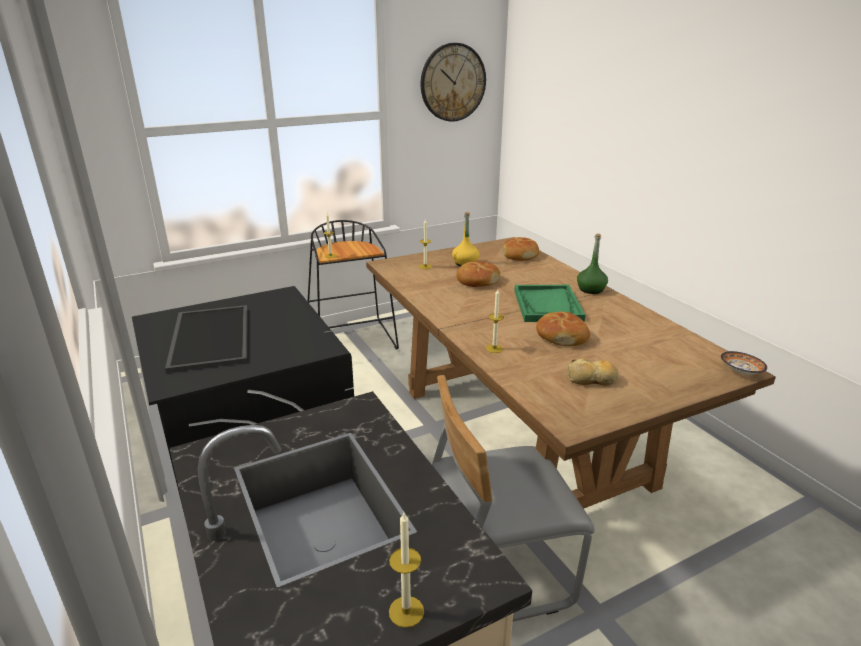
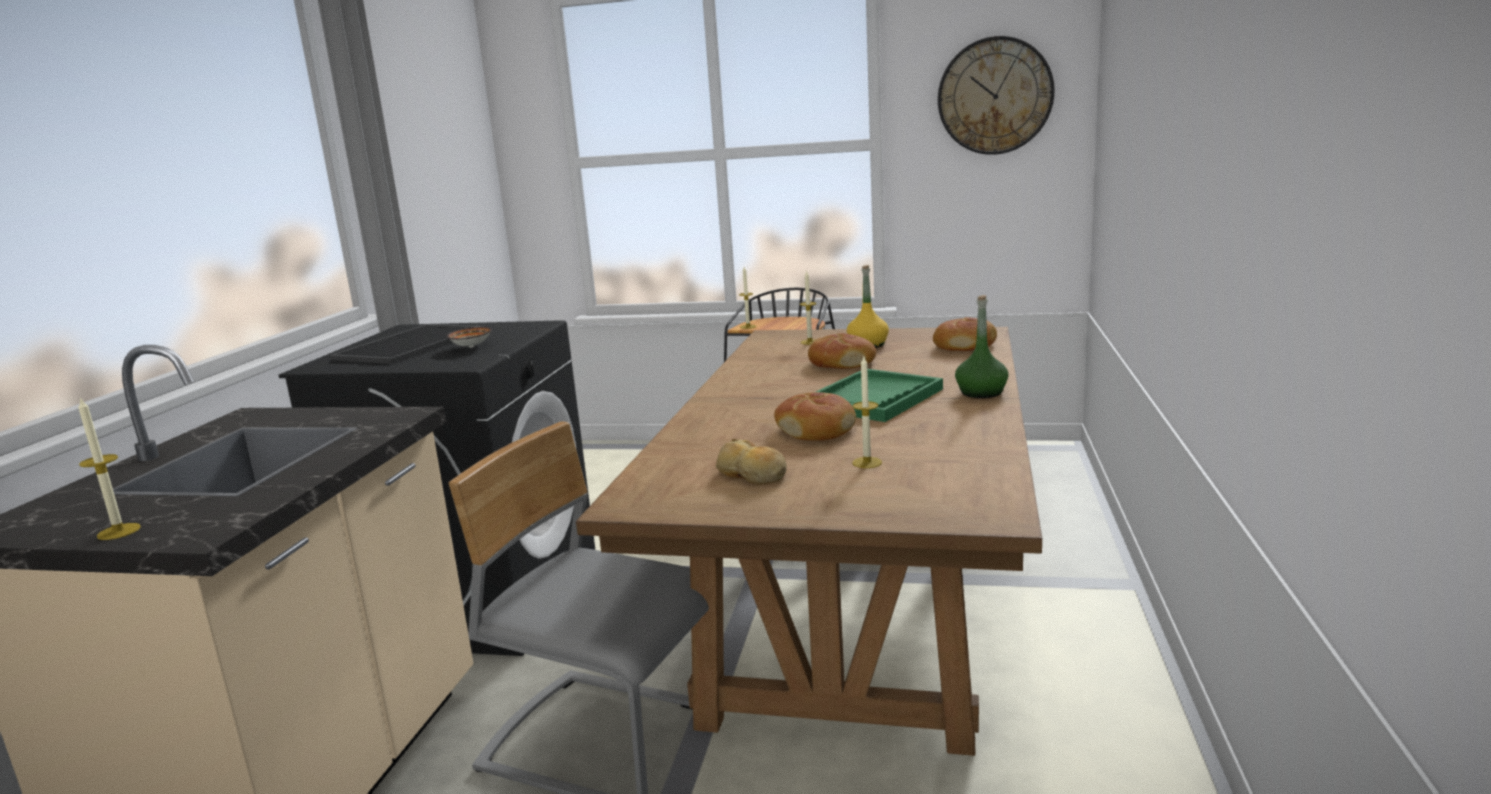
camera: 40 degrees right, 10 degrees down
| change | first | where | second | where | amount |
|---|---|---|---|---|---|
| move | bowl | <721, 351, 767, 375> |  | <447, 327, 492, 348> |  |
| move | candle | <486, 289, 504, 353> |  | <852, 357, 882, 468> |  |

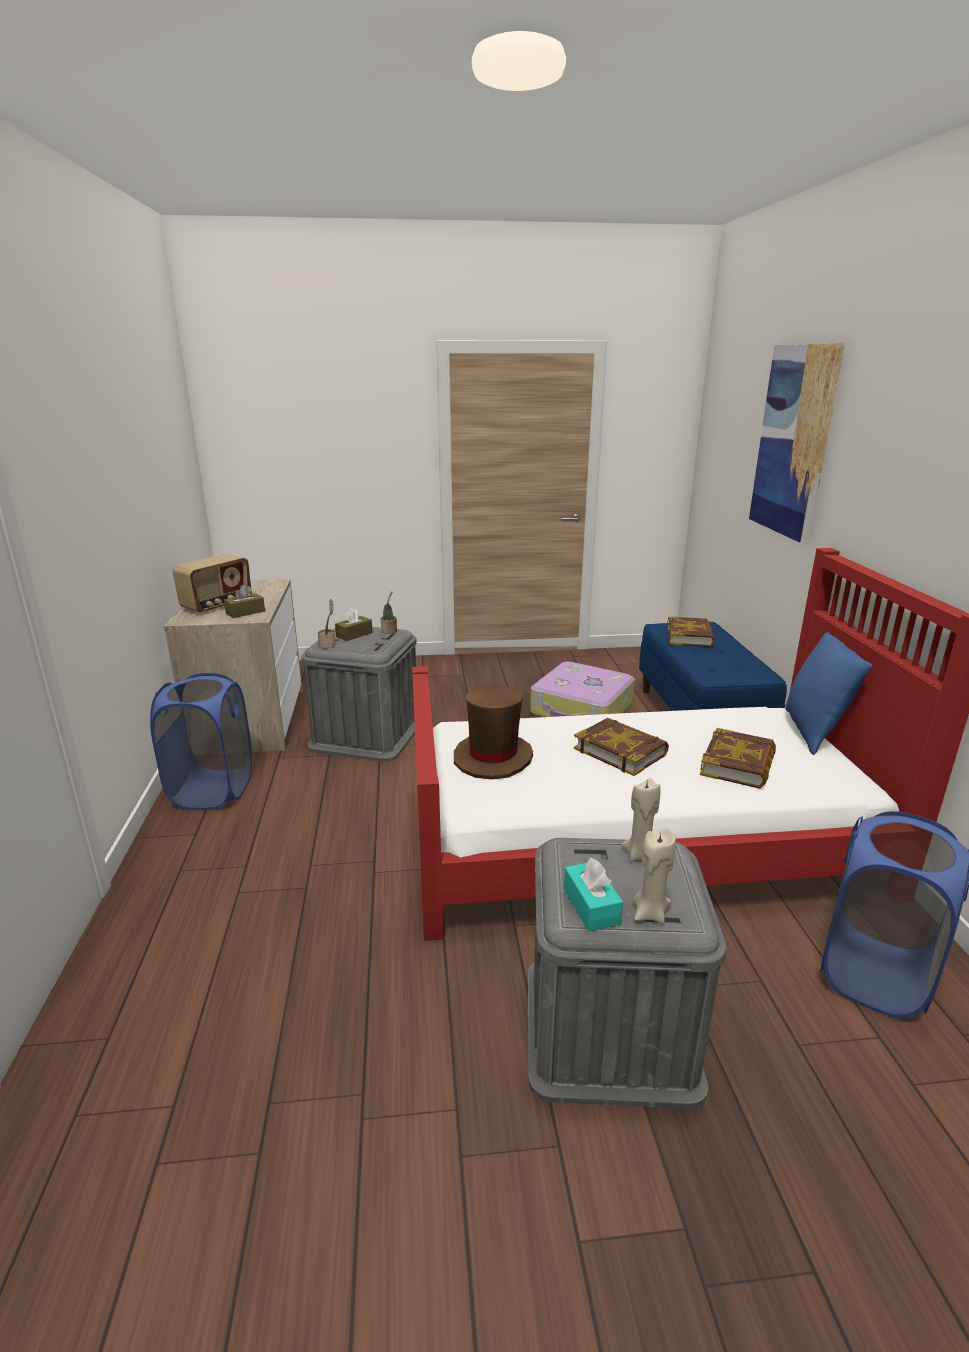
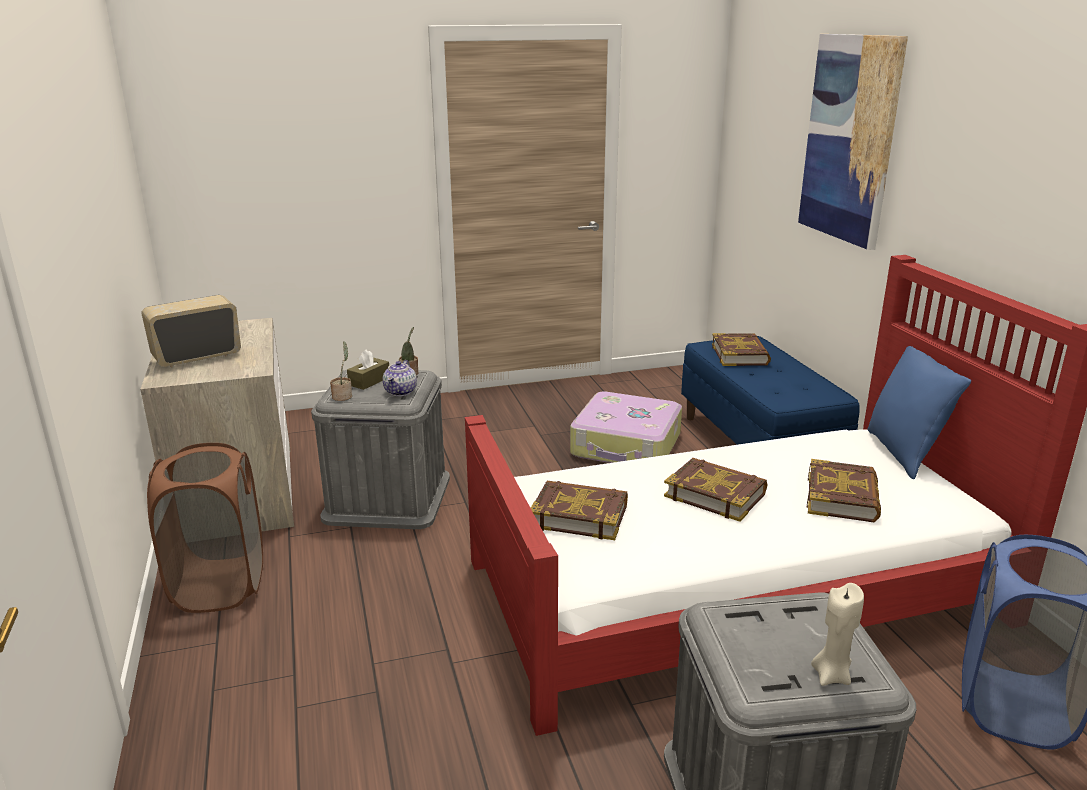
camera: 10 degrees left, 0 degrees up
| change | first | where | second | where | amount |
|---|---|---|---|---|---|
| rotate | radio | <173, 554, 252, 613> |  | <141, 295, 241, 367> | 150 degrees counterclockwise |
| recolor | blue laundry basket | <150, 673, 252, 810> | brown laundry basket | <147, 443, 263, 613> |  |
| insert |  |  | teapot | <383, 360, 417, 396> |  |
| replace | brown hat | <454, 685, 533, 779> | book | <531, 481, 628, 540> |  |
| delete | brown tissue box | <224, 585, 265, 618> |  |  |  |
| delete | turquoise tissue box | <564, 857, 623, 932> |  |  |  |
| delete | beige candle | <621, 778, 661, 862> |  |  |  |

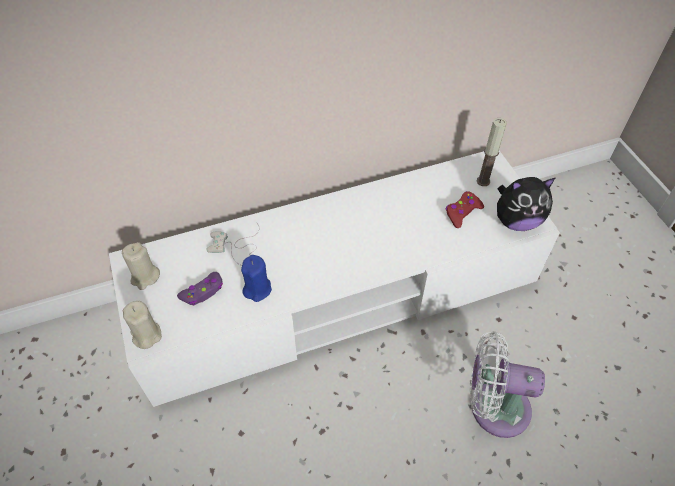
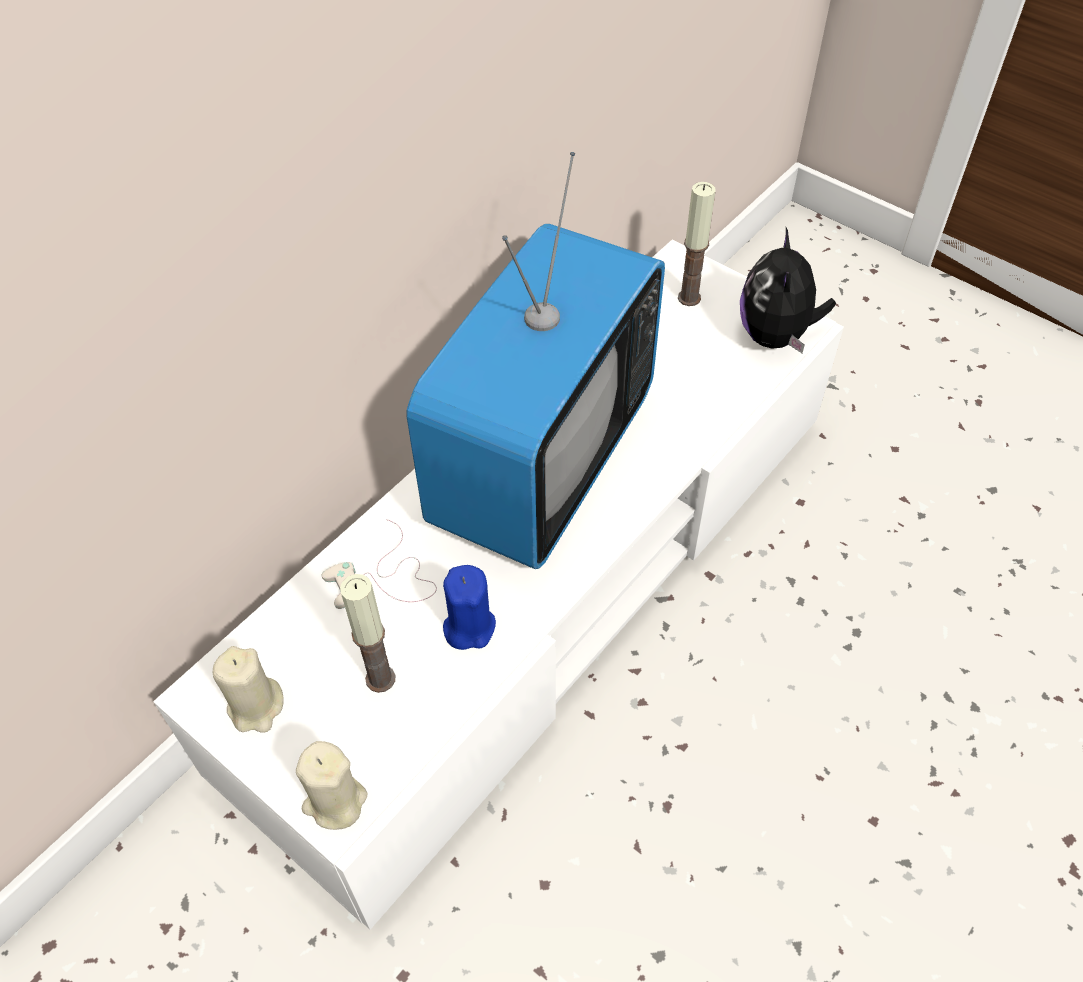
camera: 30 degrees left, 0 degrees up
| change | first | where | second | where | amount |
|---|---|---|---|---|---|
| replace | purple game controller | <177, 272, 223, 305> | candle | <340, 574, 396, 693> |  |
| insert |  |  | television | <406, 152, 665, 569> |  |
| rotate | plush toy | <497, 177, 555, 231> |  | <740, 228, 836, 353> | 135 degrees clockwise |
| delete | red game controller | <446, 191, 484, 228> |  |  |  |
| delete | white fan | <470, 331, 545, 438> |  |  |  |

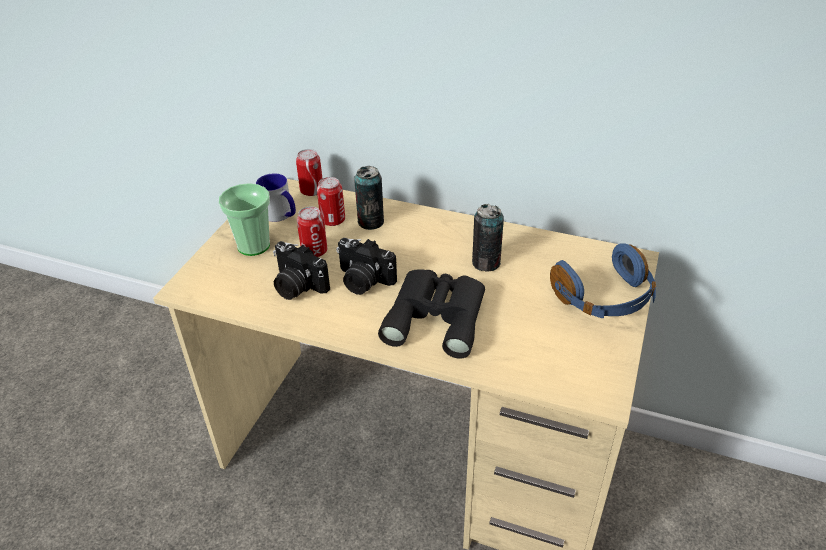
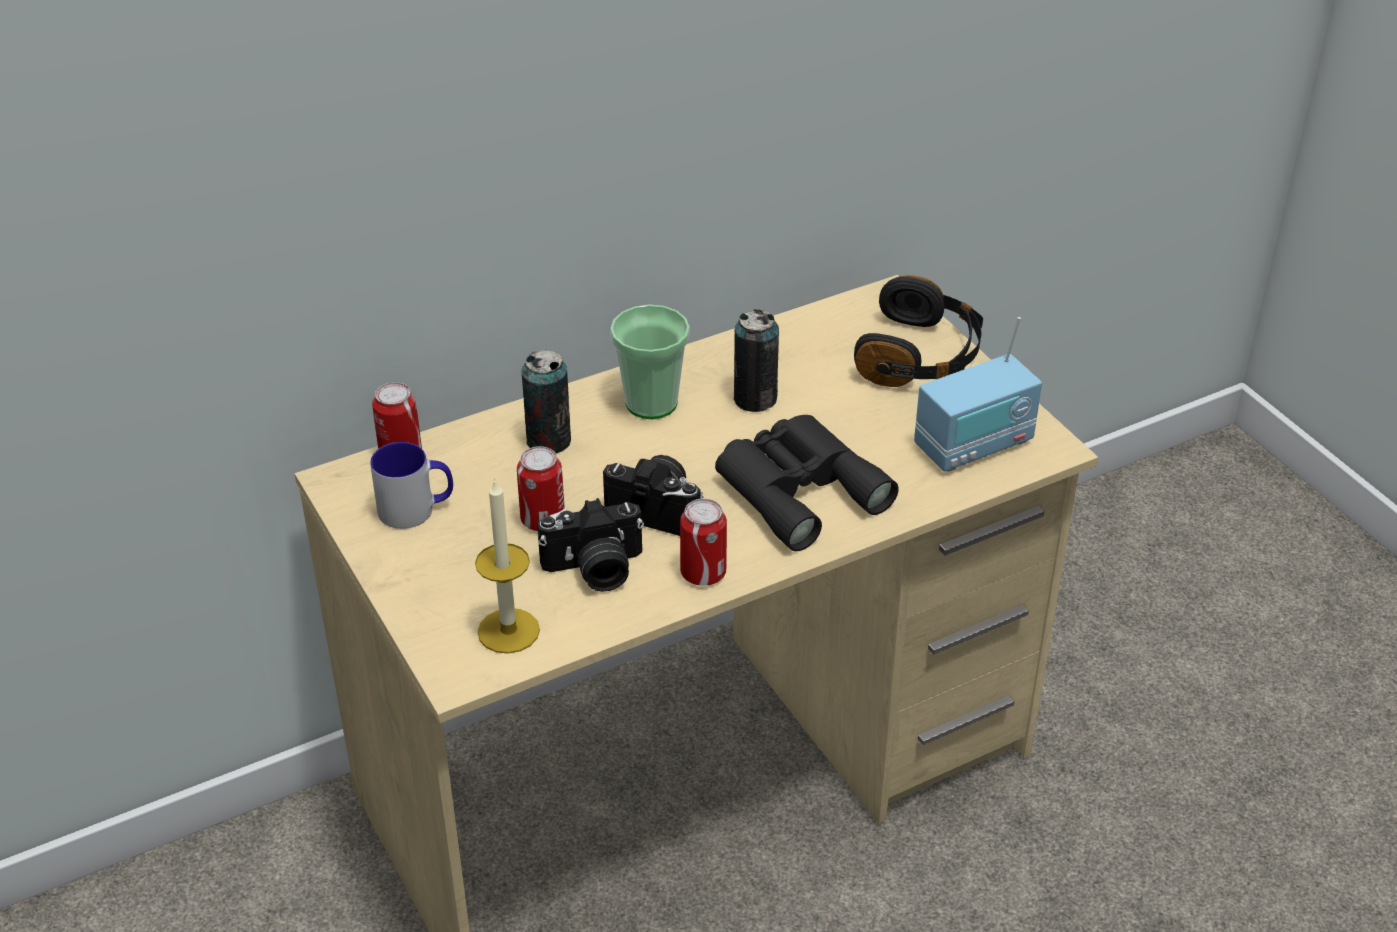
camera: 50 degrees left, 0 degrees up
| change | first | where | second | where | amount |
|---|---|---|---|---|---|
| insert |  |  | candle | <475, 478, 540, 654> |  |
| rotate | photo camera | <336, 238, 397, 295> |  | <603, 455, 704, 536> | 135 degrees counterclockwise |
| move | cup | <219, 183, 270, 256> |  | <610, 304, 690, 419> |  |
| move | can | <317, 177, 345, 226> |  | <680, 499, 727, 586> |  |
| recolor | blue headphones | <550, 243, 656, 318> | black headphones | <854, 275, 983, 387> |  |
| insert |  |  | radio | <914, 317, 1042, 472> |  |

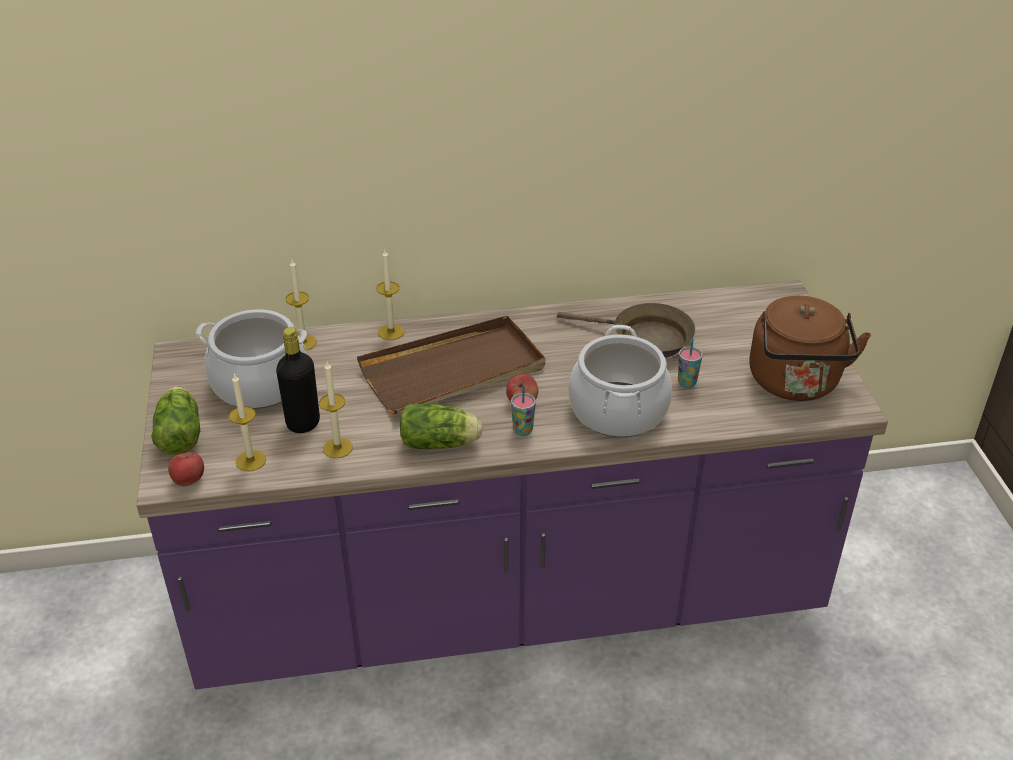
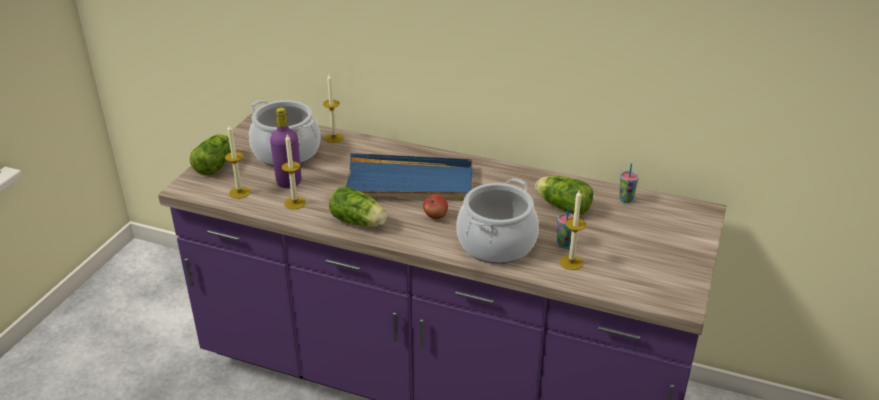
camera: 30 degrees right, 5 degrees down
| change | first | where | second | where | amount |
|---|---|---|---|---|---|
| recolor | black bottle | <276, 327, 320, 433> | purple bottle | <270, 107, 301, 188> |  |
| recolor | brown tray | <357, 316, 545, 414> | blue tray | <346, 153, 472, 201> |  |
| replace | brown frying pan | <557, 303, 695, 358> | lettuce | <535, 175, 593, 215> |  |
| move | candle | <376, 250, 404, 340> |  | <560, 189, 586, 270> |  |
| move | cup | <511, 385, 536, 436> |  | <619, 163, 639, 203> |  |
| delete | apple | <168, 452, 204, 486> |  |  |  |
| delete | brown kettle | <749, 296, 871, 401> |  |  |  |

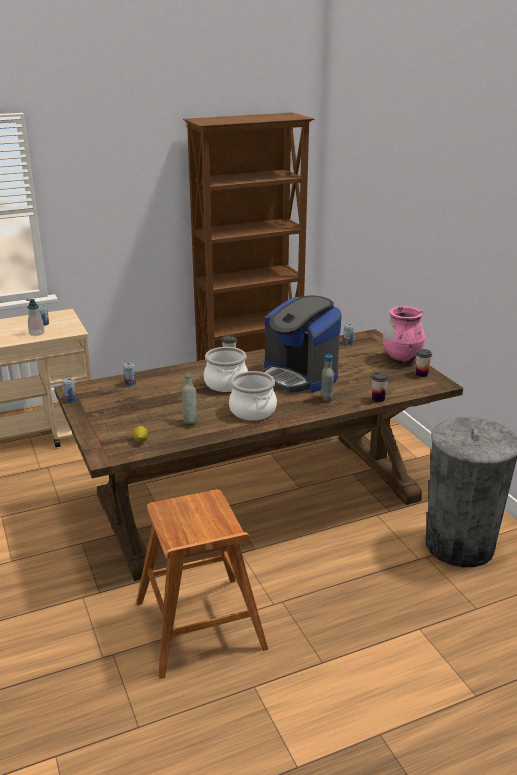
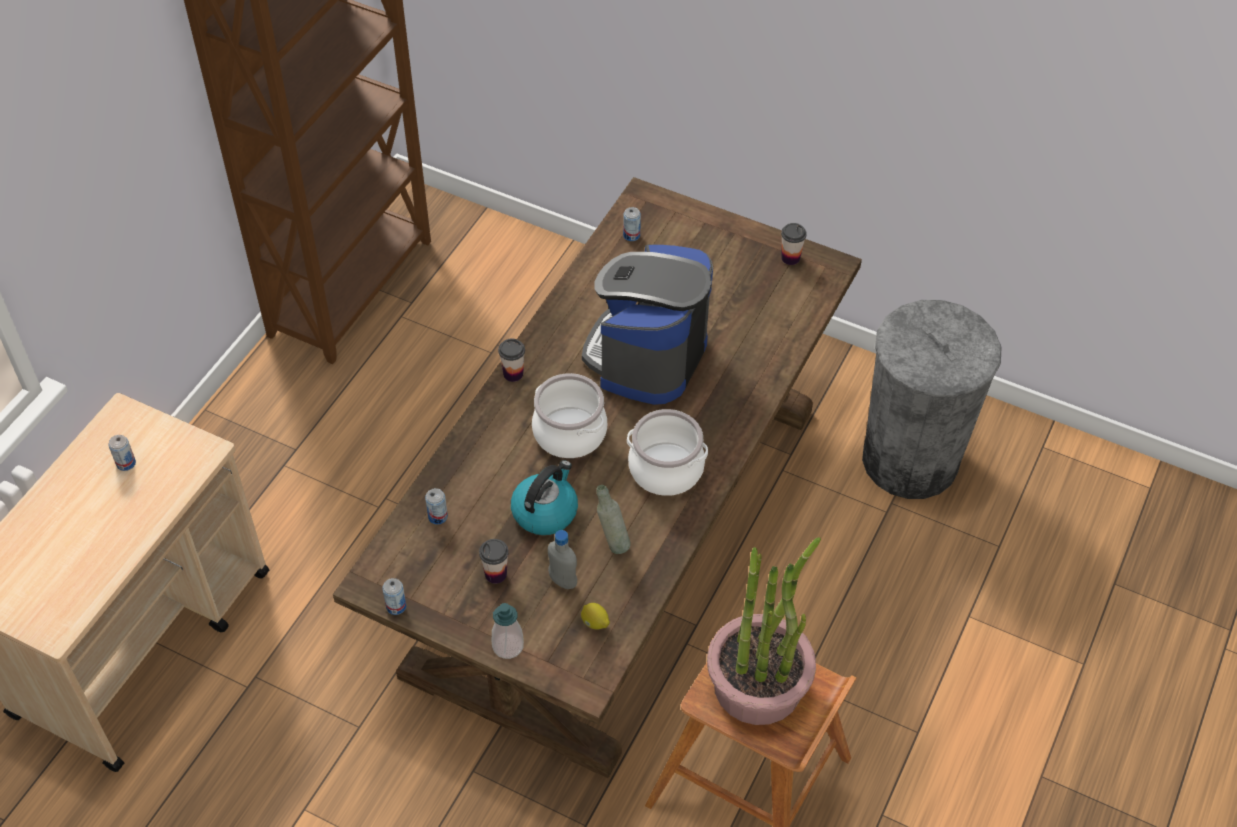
camera: 40 degrees left, 25 degrees up
| change | first | where | second | where | amount |
|---|---|---|---|---|---|
| move | cup | <372, 372, 389, 402> |  | <479, 539, 509, 584> |  |
| move | soap dispenser | <26, 299, 45, 336> |  | <492, 603, 524, 659> |  |
| insert |  |  | kettle | <511, 460, 578, 535> |  |
| move | grey bottle | <321, 354, 334, 402> |  | <548, 530, 577, 589> |  |
| rotate | coffee machine | <261, 296, 342, 393> |  | <582, 244, 713, 405> | 105 degrees clockwise |
| insert |  |  | potted plant | <707, 537, 821, 725> |  |
| delete | pink vase | <383, 306, 425, 364> |  |  |  |

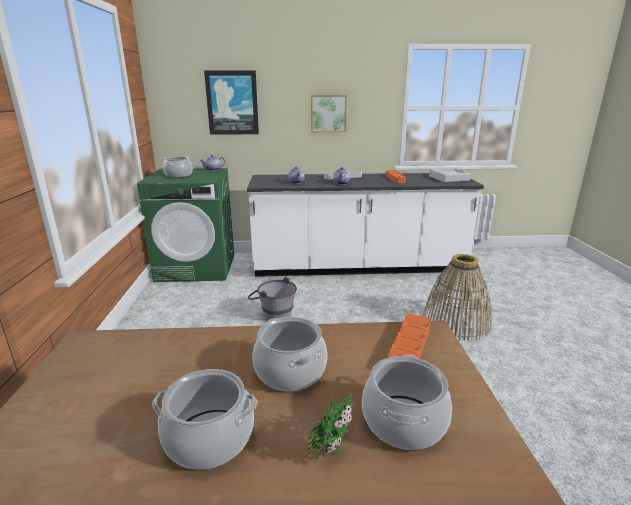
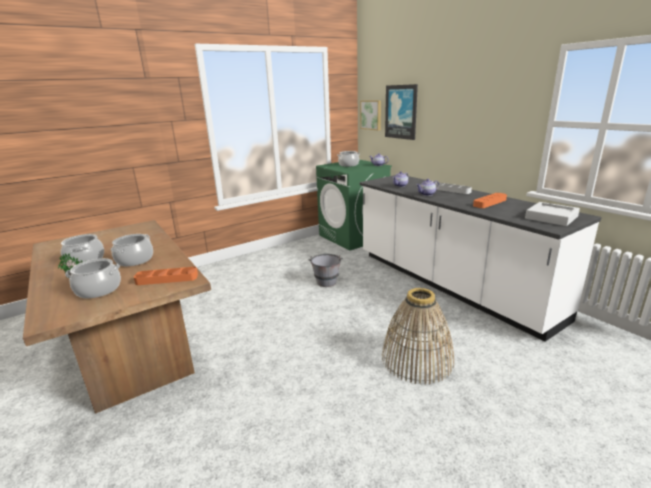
camera: 60 degrees right, 0 degrees up
| change | first | where | second | where | amount |
|---|---|---|---|---|---|
| move | picture | <311, 95, 347, 132> |  | <360, 100, 381, 130> |  |

